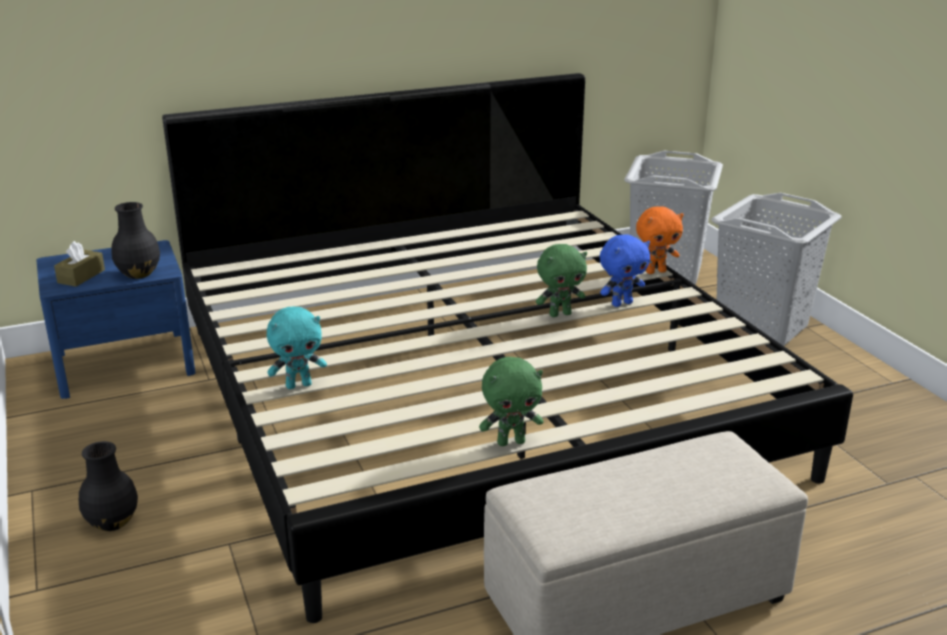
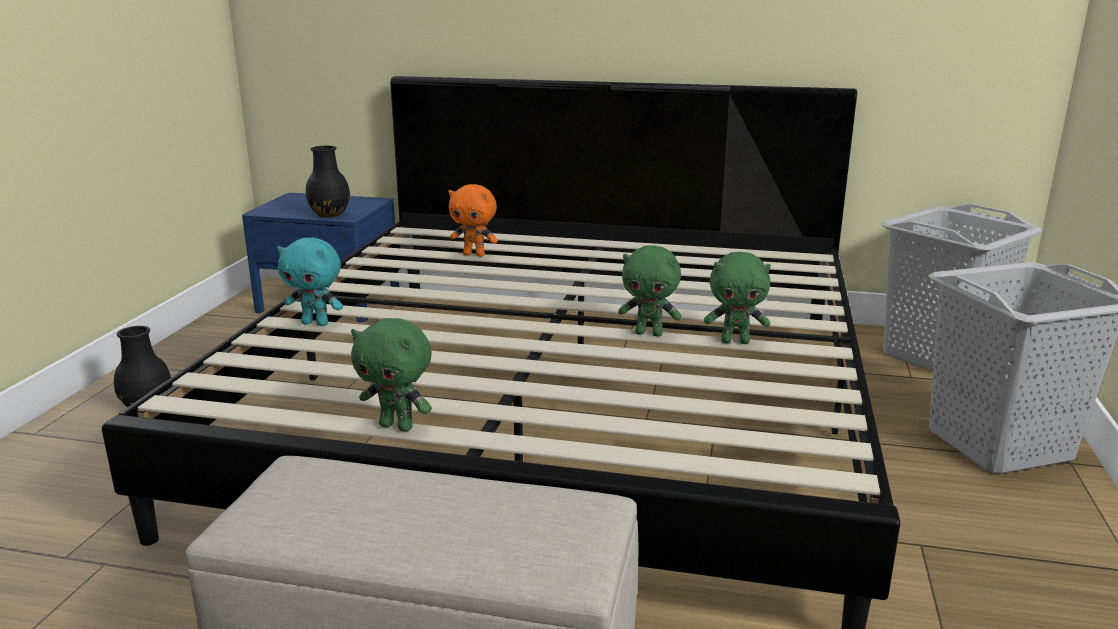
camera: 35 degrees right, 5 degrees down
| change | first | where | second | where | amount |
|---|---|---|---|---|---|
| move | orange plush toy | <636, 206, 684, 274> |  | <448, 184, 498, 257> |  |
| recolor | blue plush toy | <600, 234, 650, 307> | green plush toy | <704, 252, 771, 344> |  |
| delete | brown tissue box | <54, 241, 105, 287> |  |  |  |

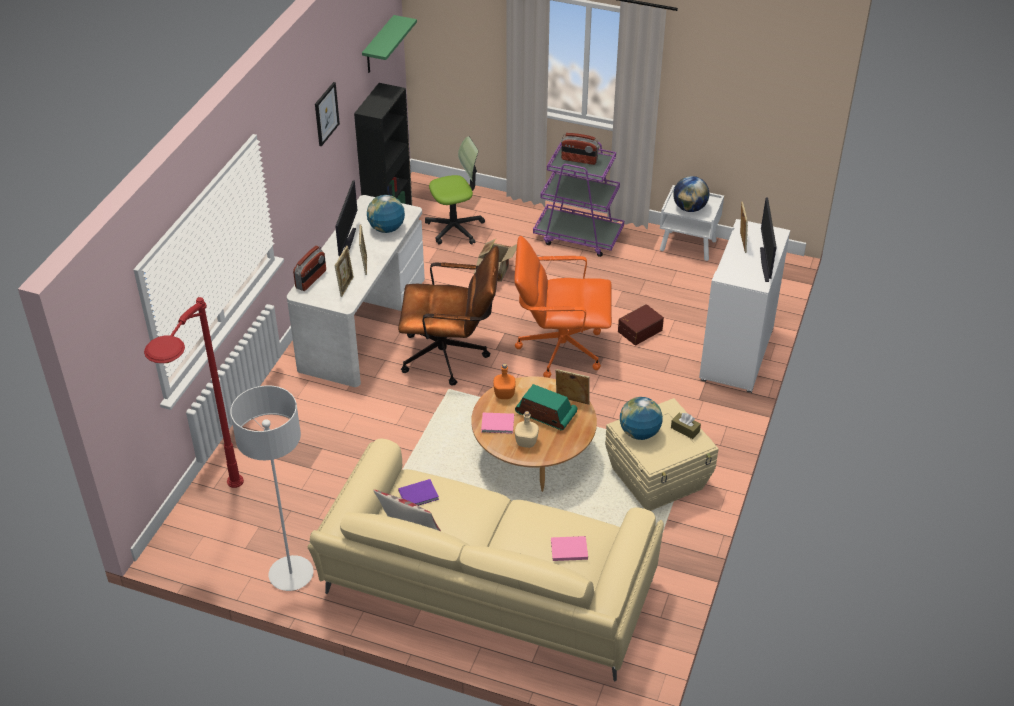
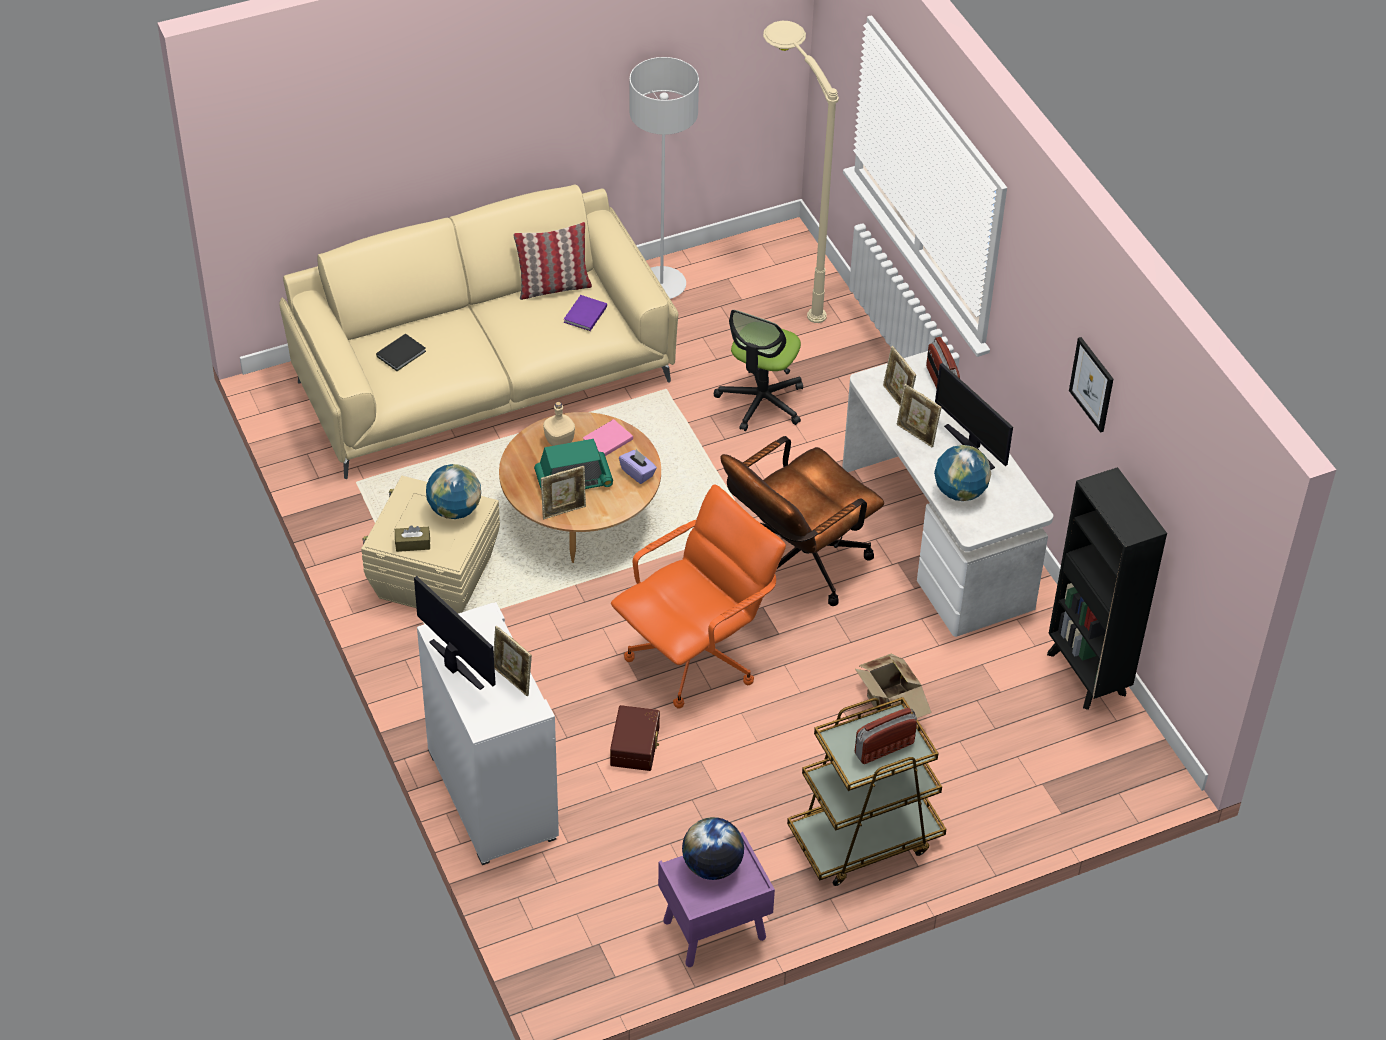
camera: 135 degrees right, 5 degrees up
| change | first | where | second | where | amount |
|---|---|---|---|---|---|
| recolor | pink book | <551, 536, 588, 561> | black book | <376, 333, 426, 371> |  |
| replace | orange bottle | <494, 363, 515, 399> | purple tissue box | <619, 449, 657, 484> |  |
| recolor | white nightstand | <660, 185, 724, 261> | purple nightstand | <658, 832, 775, 967> |  |
| move | office chair | <425, 136, 485, 245> |  | <713, 310, 803, 431> |  |
| recolor | red floor lamp | <144, 297, 244, 488> | beige floor lamp | <763, 21, 839, 323> |  |
| recolor | purple cart | <533, 142, 624, 257> | brown cart | <787, 697, 946, 886> |  |
| delete | green shelf | <362, 15, 417, 73> |  |  |  |

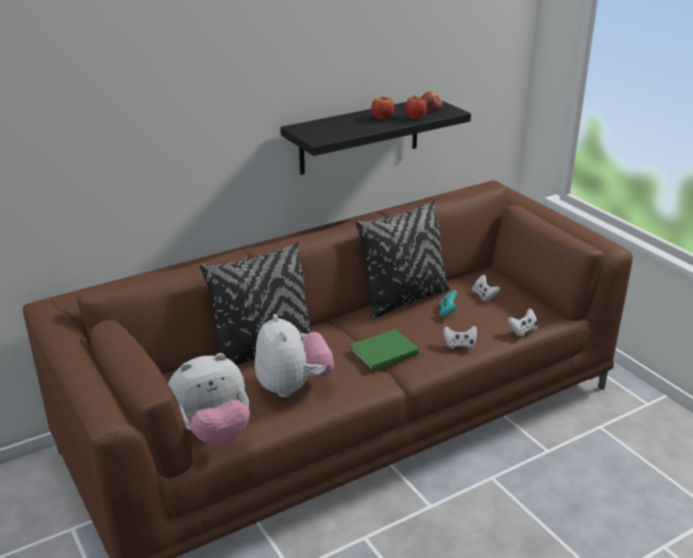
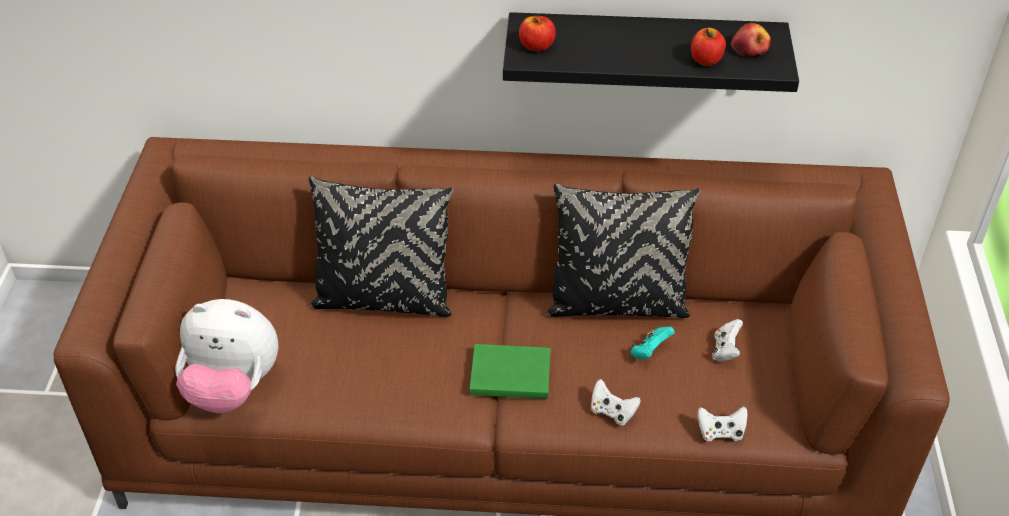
camera: 35 degrees right, 15 degrees up
| change | first | where | second | where | amount |
|---|---|---|---|---|---|
| move | apple | <371, 97, 394, 119> |  | <519, 16, 556, 51> |  |
| delete | plush toy | <255, 314, 334, 398> |  |  |  |

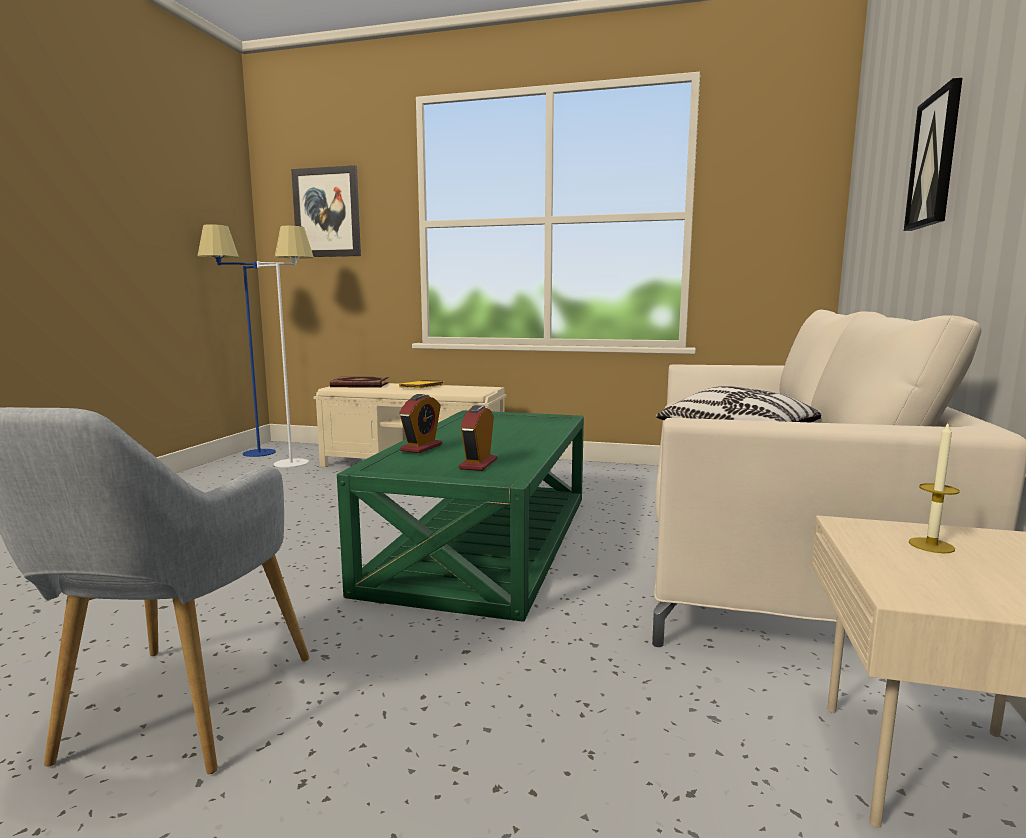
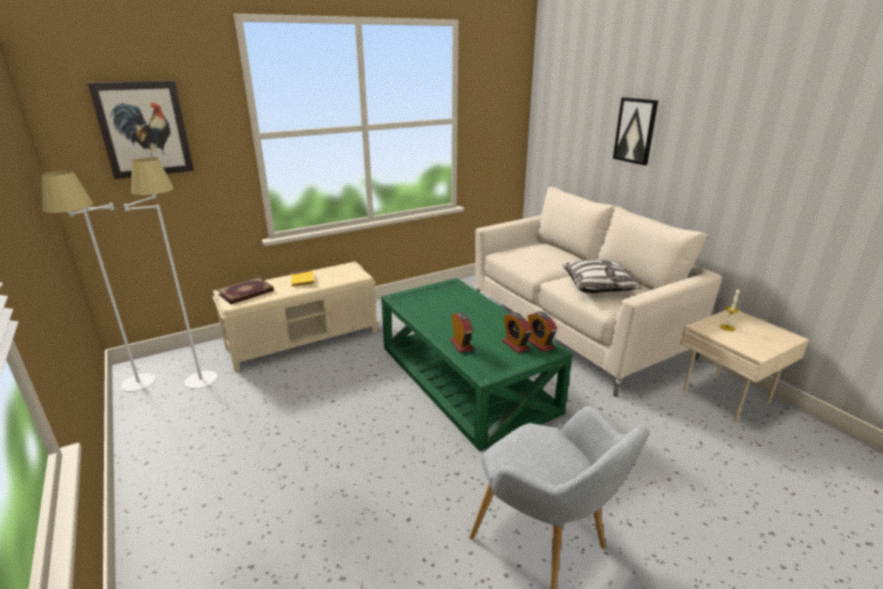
camera: 45 degrees left, 15 degrees up
| change | first | where | second | where | amount |
|---|---|---|---|---|---|
| recolor | blue floor lamp | <197, 224, 276, 457> | white floor lamp | <42, 170, 156, 392> |  |
| insert |  |  | alarm clock | <527, 311, 557, 352> |  |

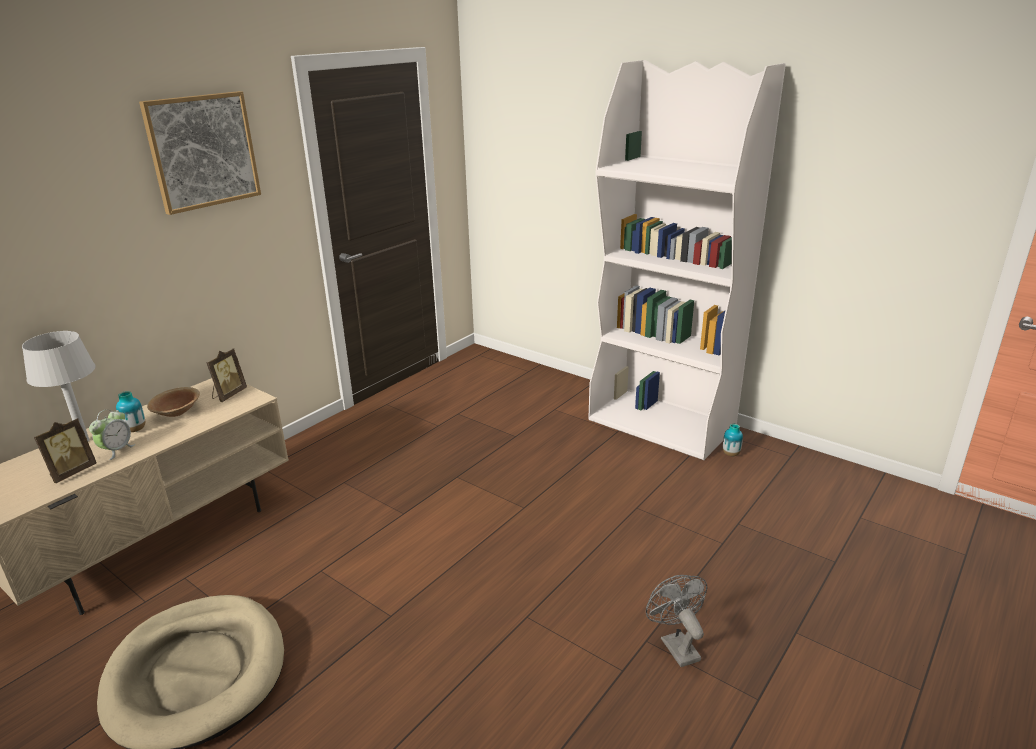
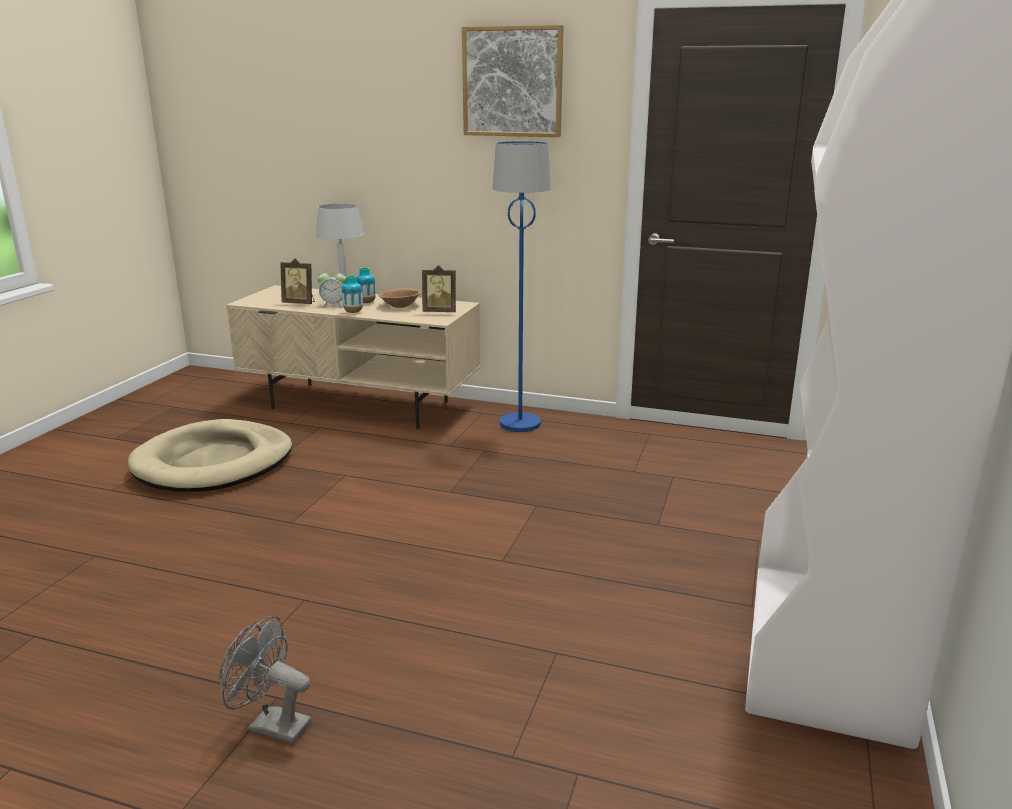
camera: 70 degrees right, 5 degrees down
| change | first | where | second | where | amount |
|---|---|---|---|---|---|
| rotate | grey fan | <646, 575, 708, 667> |  | <219, 616, 312, 744> | 120 degrees counterclockwise |
| move | vase | <723, 424, 743, 456> |  | <342, 276, 363, 313> |  |
| insert |  |  | blue floor lamp | <493, 141, 551, 432> |  |

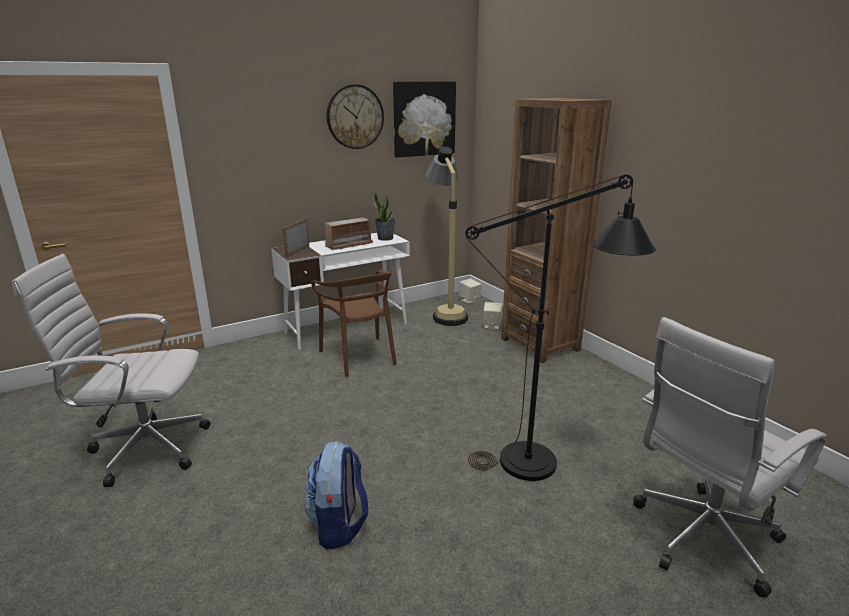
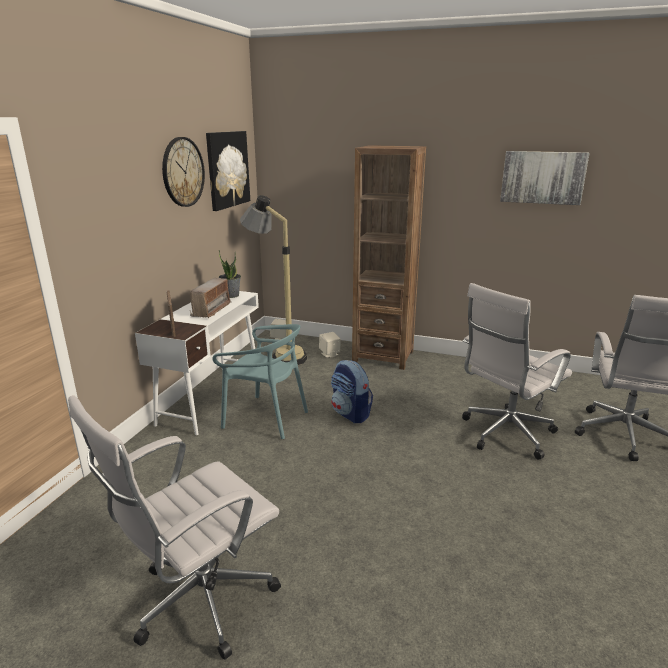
camera: 40 degrees left, 0 degrees up
| change | first | where | second | where | amount |
|---|---|---|---|---|---|
| recolor | brown chair | <311, 270, 397, 377> | turquoise chair | <212, 324, 308, 439> |  |
| move | backpack | <305, 441, 368, 550> |  | <331, 360, 373, 423> |  |
| replace | black floor lamp | <465, 174, 656, 481> | white office chair | <462, 283, 572, 460> |  |
| insert |  |  | picture | <500, 151, 590, 205> |  |

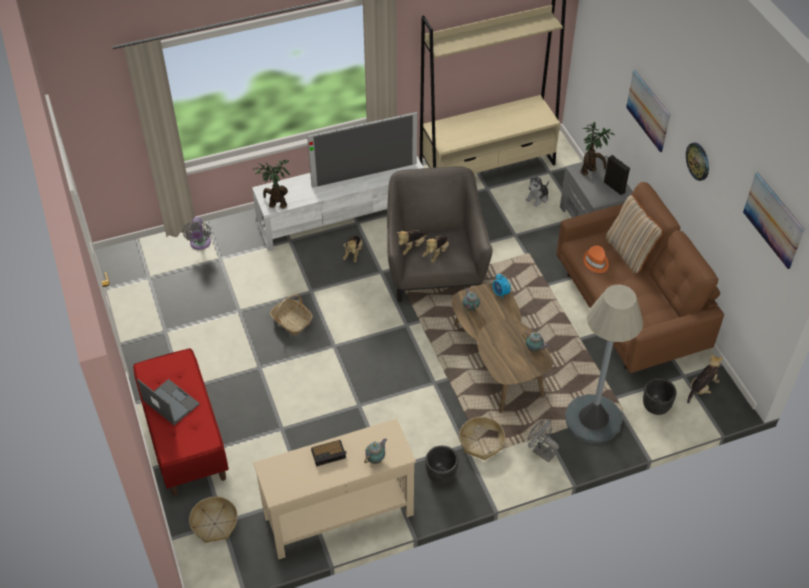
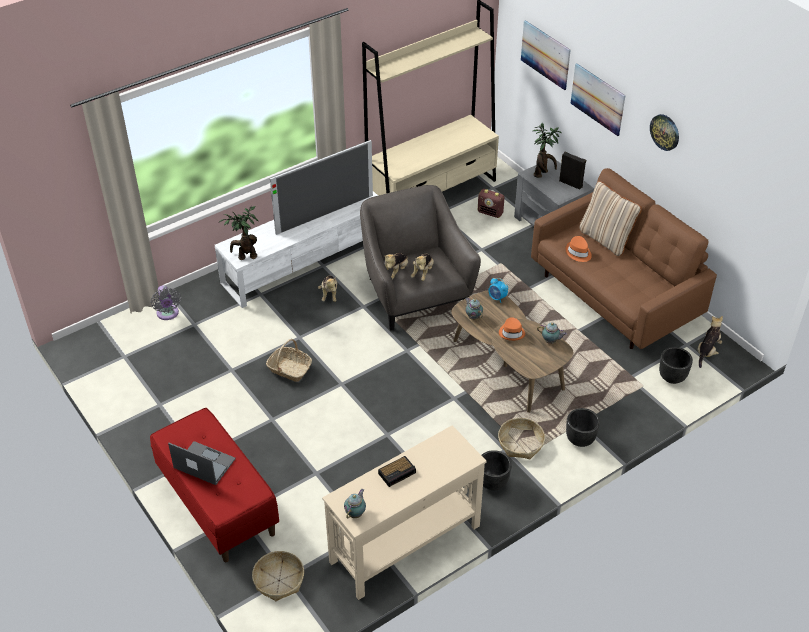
camera: 15 degrees left, 5 degrees down
| change | first | where | second | where | amount |
|---|---|---|---|---|---|
| move | teapot | <364, 438, 387, 464> |  | <344, 489, 366, 519> |  |
| replace | plush toy | <526, 175, 549, 207> | radio | <478, 189, 505, 218> |  |
| insert |  |  | orange hat | <499, 317, 525, 341> |  |
| move | picture | <743, 172, 805, 269> |  | <521, 20, 571, 90> |  |
| replace | grey fan | <528, 420, 559, 462> | black planter | <566, 408, 600, 447> |  |
| delete | grey floor lamp | <565, 285, 643, 443> |  |  |  |

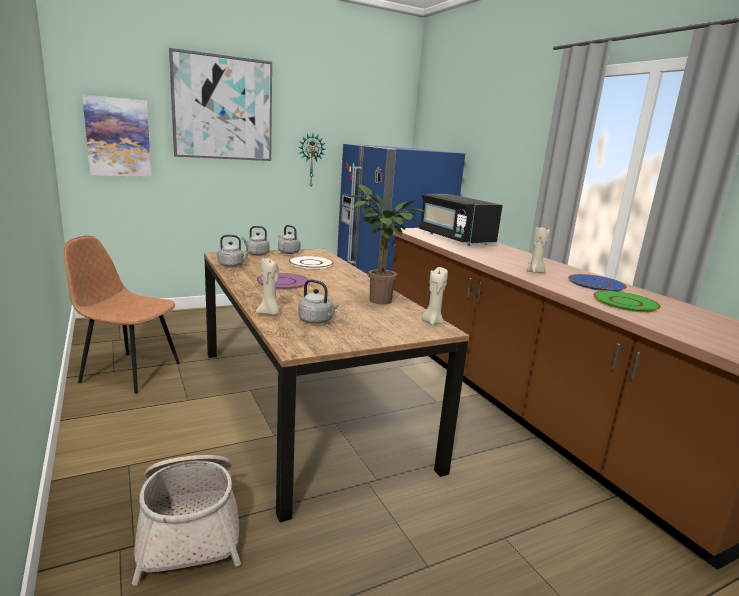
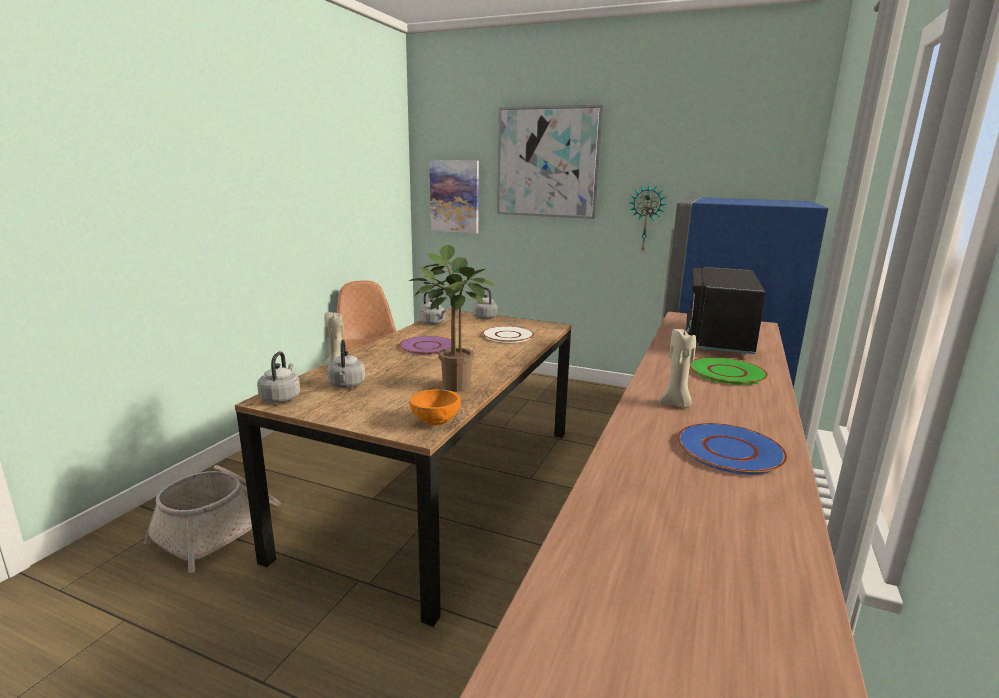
camera: 50 degrees right, 0 degrees up
| change | first | where | second | where | amount |
|---|---|---|---|---|---|
| move | grey kettle | <278, 225, 300, 254> |  | <257, 351, 300, 403> |  |
| replace | beige candle | <422, 267, 448, 325> | orange bowl | <410, 389, 461, 425> |  |
| move | green plate | <593, 291, 661, 312> |  | <690, 357, 768, 385> |  |

